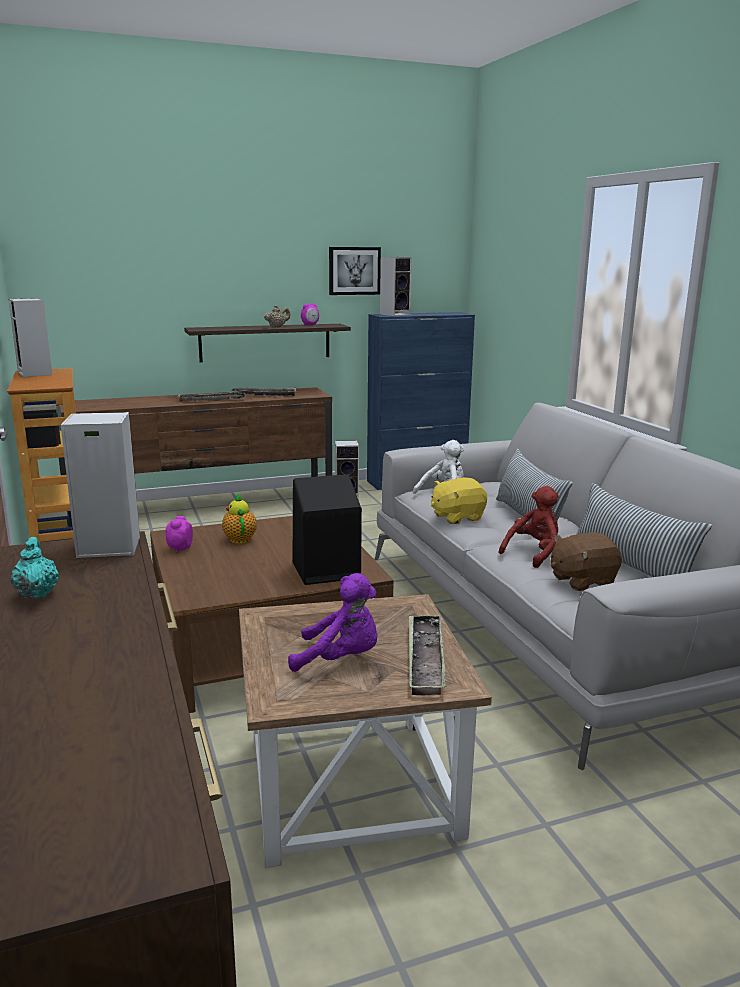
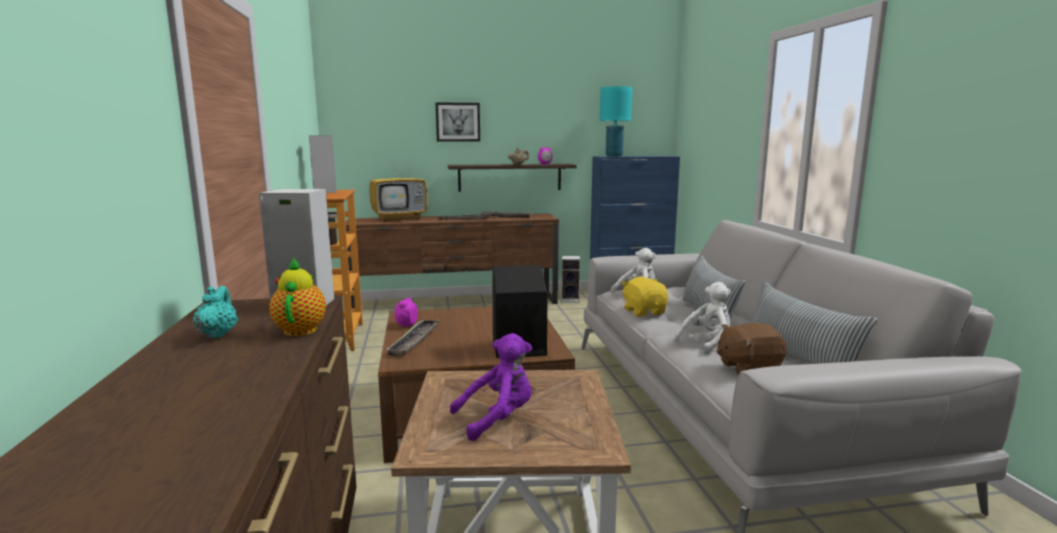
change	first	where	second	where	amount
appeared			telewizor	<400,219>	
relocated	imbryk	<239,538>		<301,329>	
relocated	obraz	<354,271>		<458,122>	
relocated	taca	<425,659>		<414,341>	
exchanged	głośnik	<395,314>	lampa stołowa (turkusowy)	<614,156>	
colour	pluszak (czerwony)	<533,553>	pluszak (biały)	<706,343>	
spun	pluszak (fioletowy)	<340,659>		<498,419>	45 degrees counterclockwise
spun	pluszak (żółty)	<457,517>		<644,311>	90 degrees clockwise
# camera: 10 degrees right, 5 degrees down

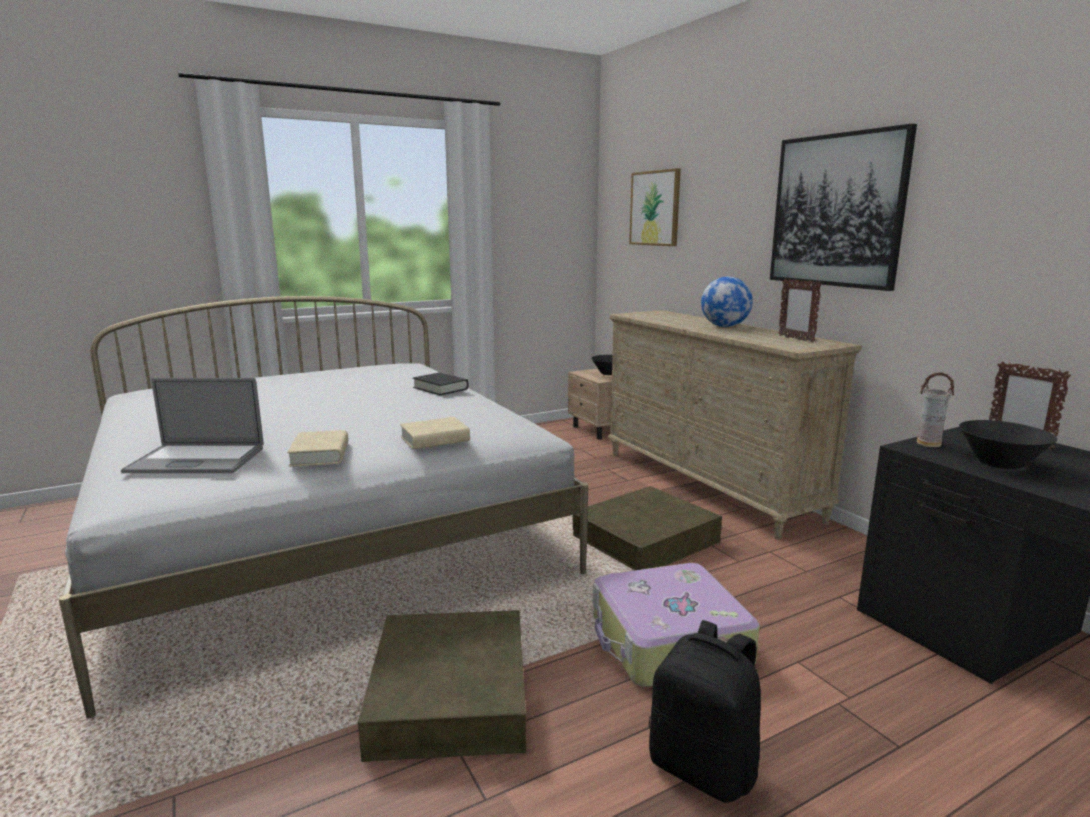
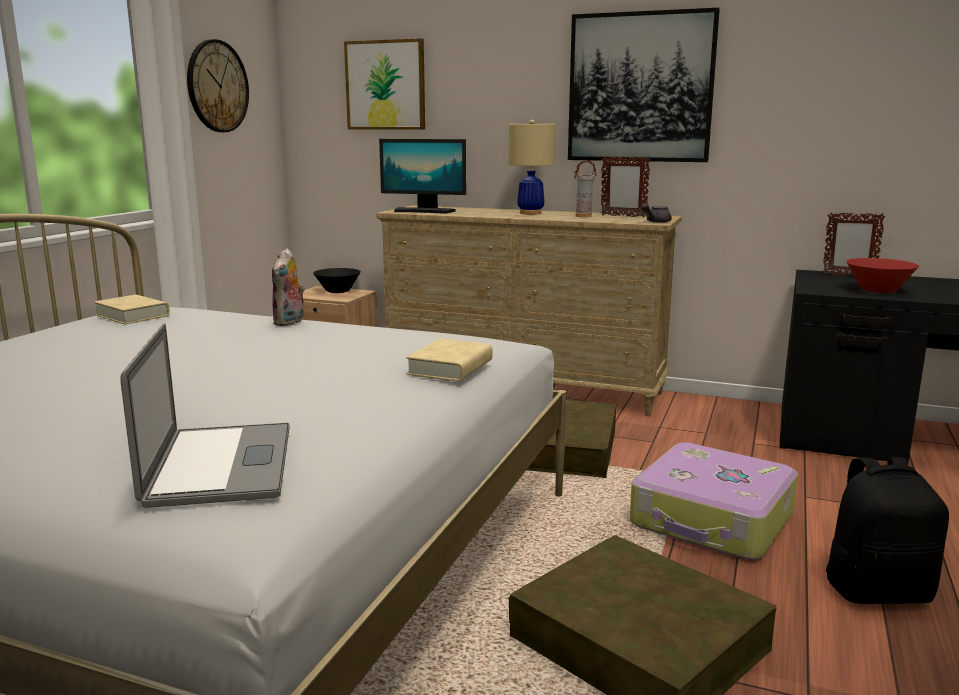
change	first	where	second	where	amount
appeared			zegar ścienny	<217,86>	
appeared			monitor	<424,211>	
appeared			imbryk (szary)	<655,222>	
relocated	książka (beżowy)	<320,454>		<132,315>	
relocated	wazon	<928,444>		<583,217>	
exchanged	książka (czarny)	<440,388>	pluszak	<290,322>	
exchanged	globus	<724,326>	lampa stołowa (beżowy)	<530,213>	
colour	miska (czarny)	<1000,463>	miska (czerwony)	<878,290>	
spun	laptop	<196,460>		<221,464>	60 degrees counterclockwise
# camera: 40 degrees left, 0 degrees up

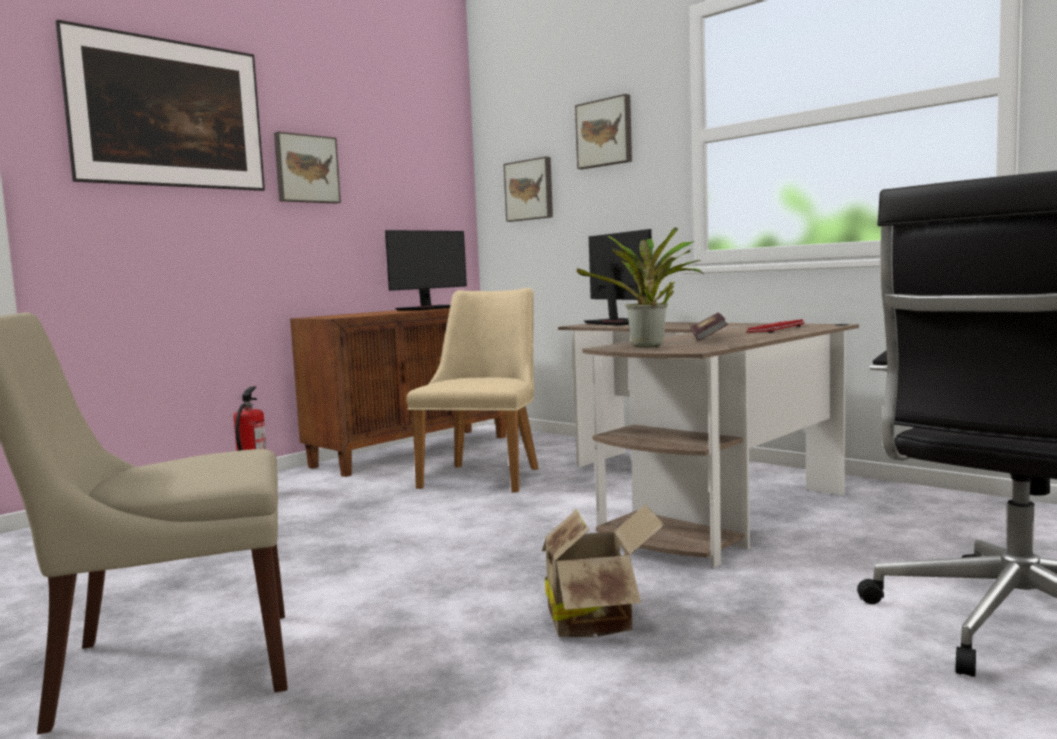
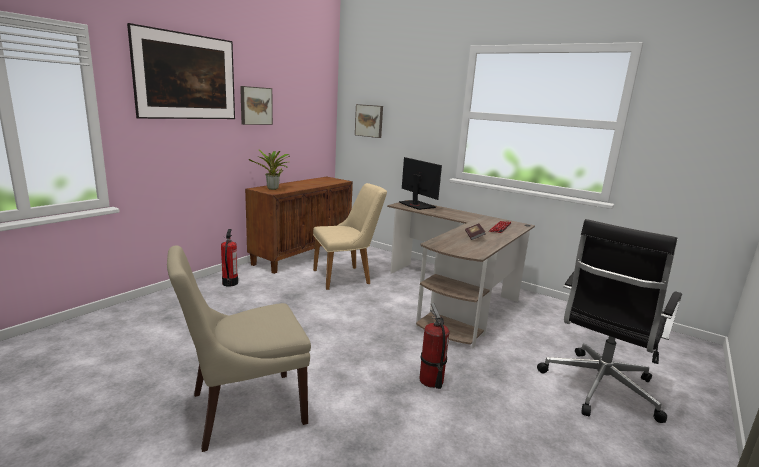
change	first	where	second	where	amount
missing	monitor	<428,308>			
missing	obraz	<605,133>			
relocated	roślina doniczkowa	<649,346>		<273,189>	
exchanged	karton	<596,619>	gaśnica	<431,380>	
spun	krzesło (beżowy)	<486,475>		<347,276>	60 degrees clockwise
# camera: 10 degrees left, 10 degrees up

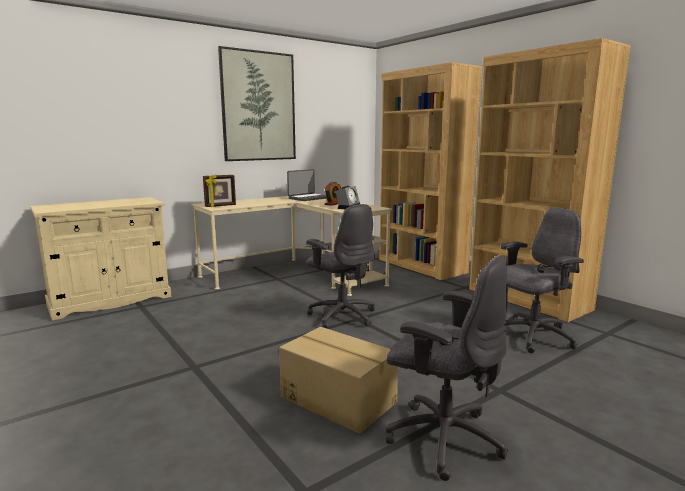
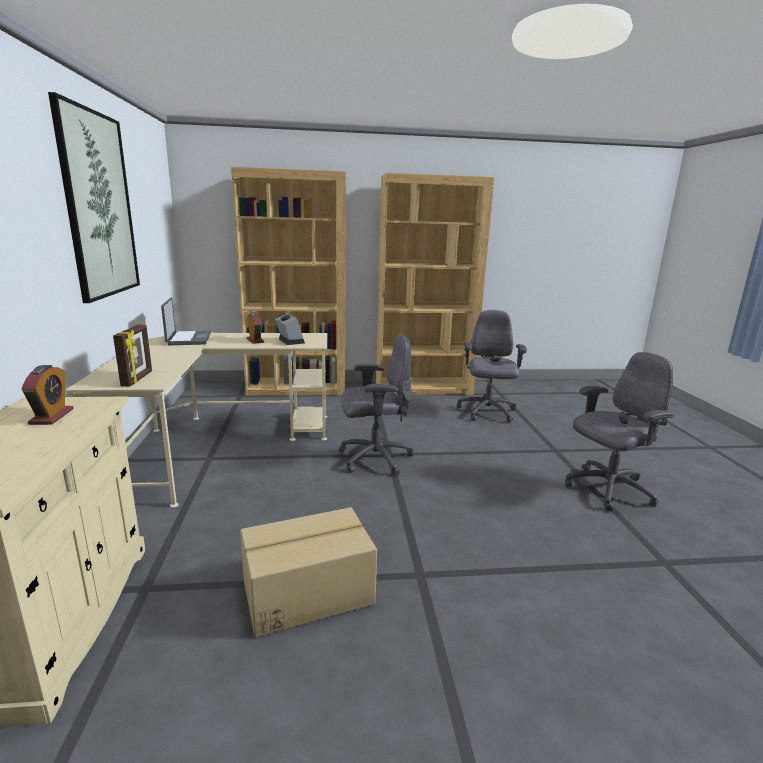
change	first	where	second	where	amount
appeared			budzik	<51,416>	
relocated	karton	<338,399>		<307,592>	
# camera: 60 degrees left, 5 degrees up

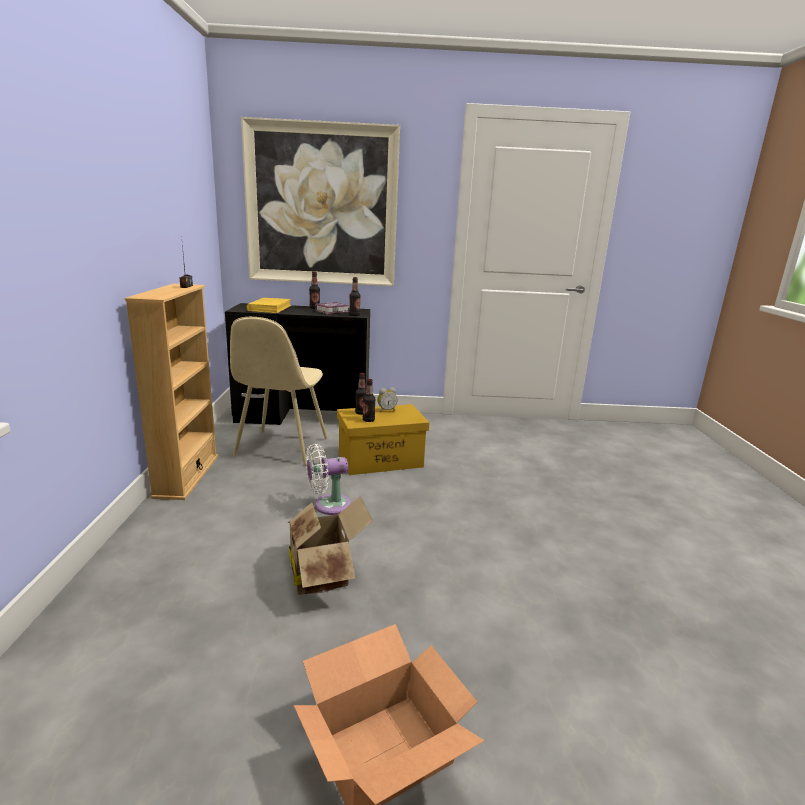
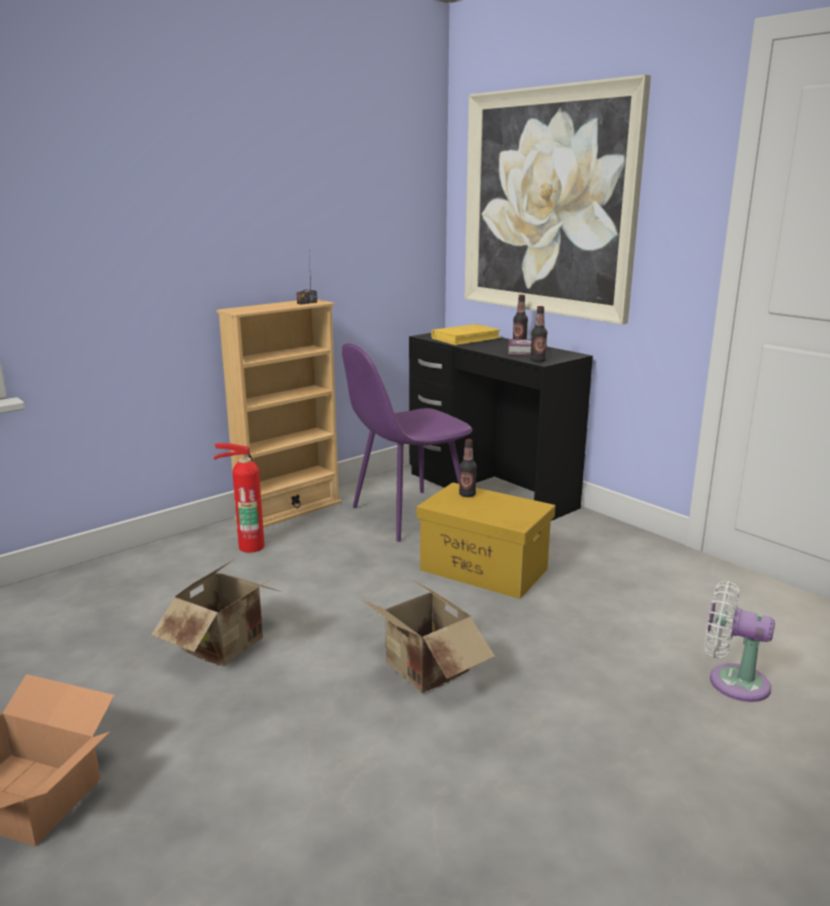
change	first	where	second	where	amount
missing	butelka	<368,420>			
missing	budzik	<386,410>			
appeared			gaśnica	<249,546>	
appeared			karton	<423,673>	
relocated	wentylator (biały)	<328,505>		<732,681>	
colour	krzesło (beżowy)	<281,448>	krzesło (fioletowy)	<407,515>	
# camera: 50 degrees right, 0 degrees up

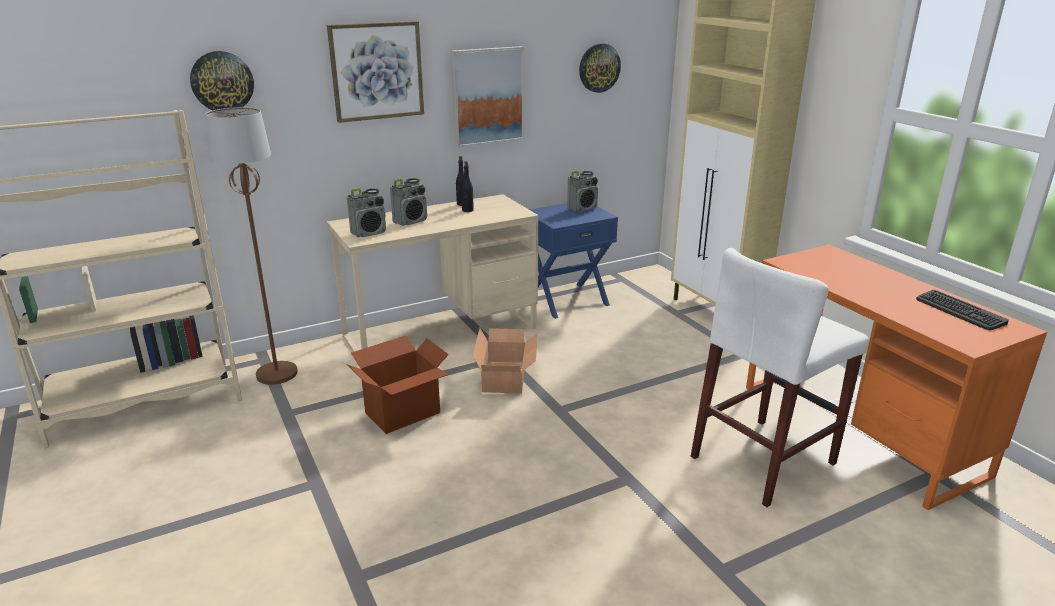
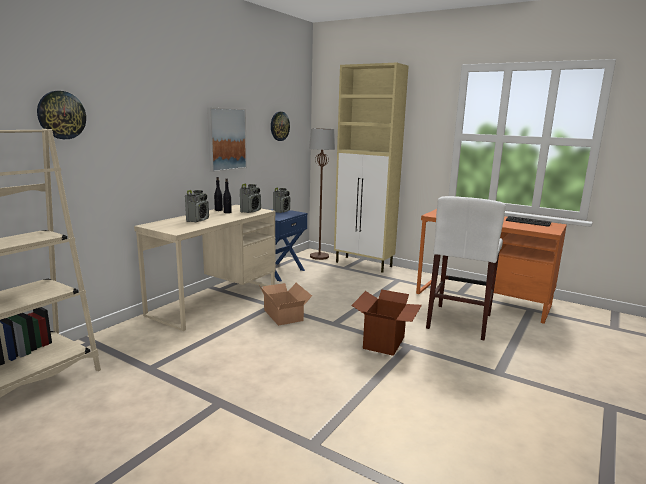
change	first	where	second	where	amount
missing	obraz	<377,71>			
relocated	lampa stojąca (brązowy)	<277,374>		<319,256>	
relocated	radio	<369,233>		<251,211>	
relocated	karton	<403,413>		<384,342>	
# camera: 30 degrees left, 10 degrees down

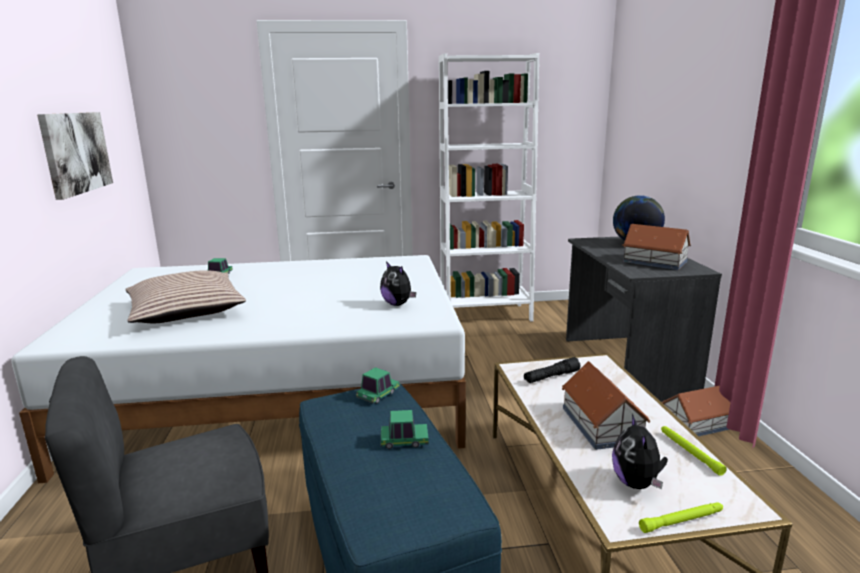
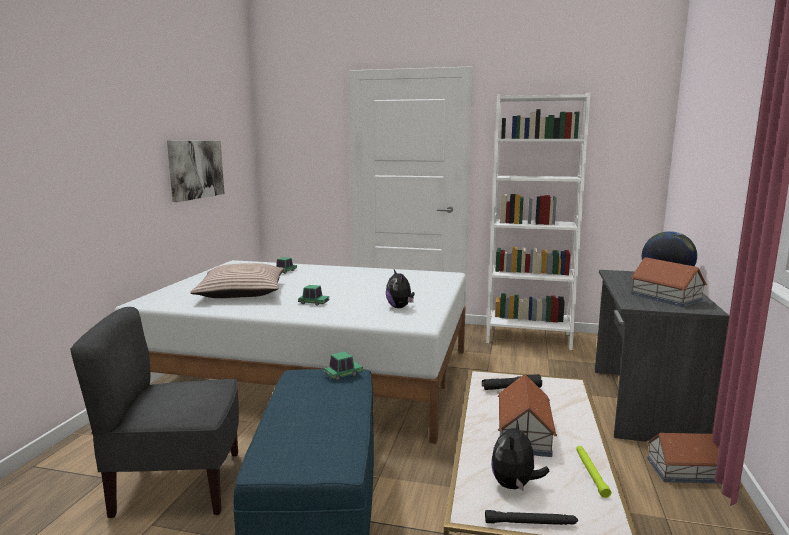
change	first	where	second	where	amount
relocated	samochodzik	<404,441>		<313,303>	
colour	latarka (zielony)	<682,521>	latarka (czarny)	<531,523>	
# camera: 20 degrees right, 5 degrees down

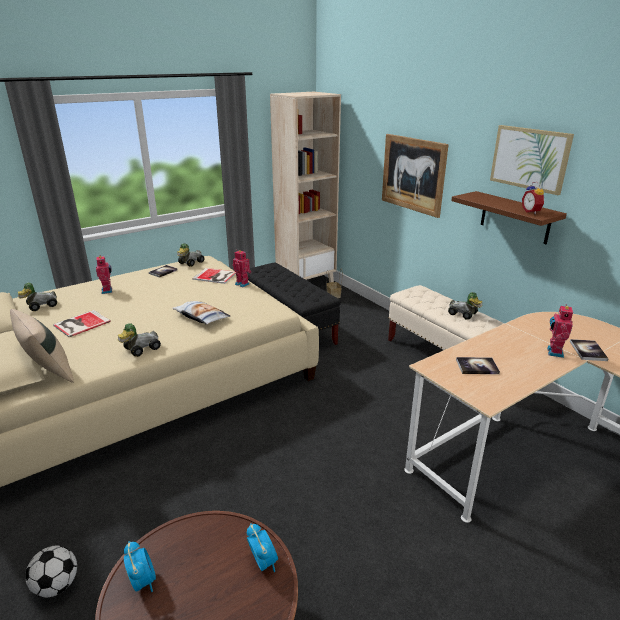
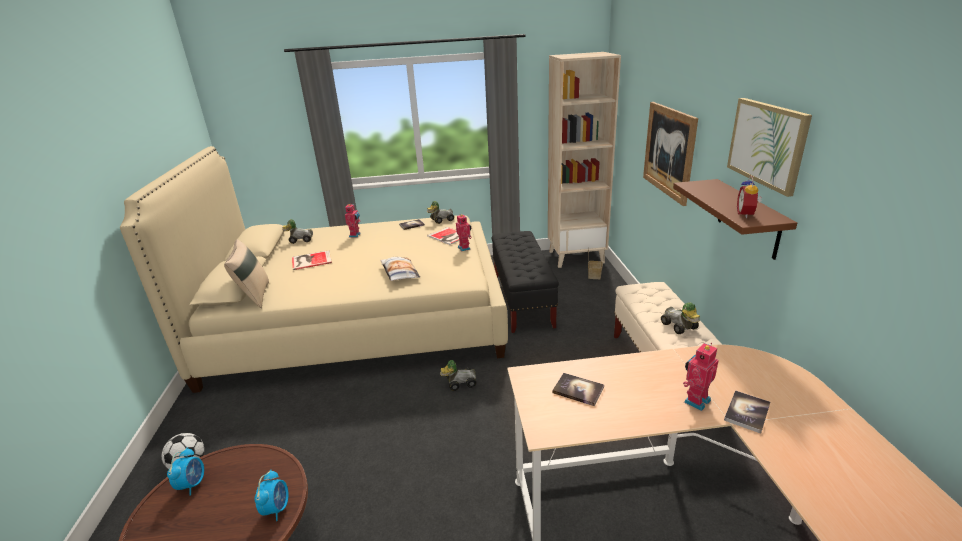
change	first	where	second	where	amount
relocated	samochodzik	<140,349>		<459,383>	
# camera: 30 degrees right, 0 degrees up

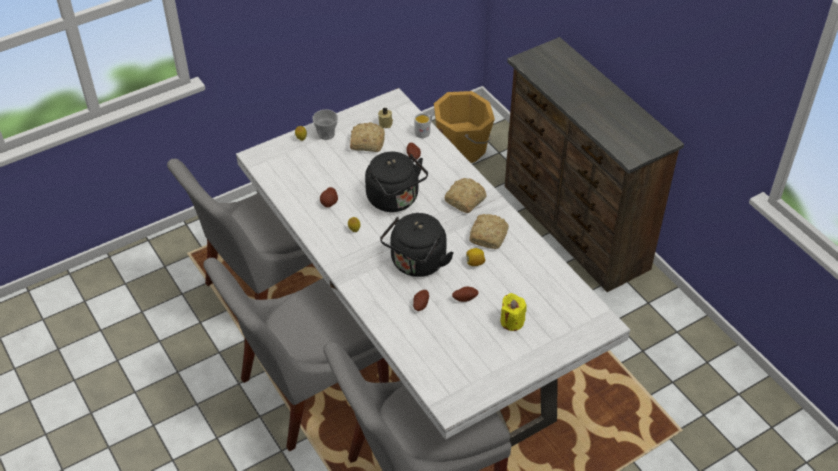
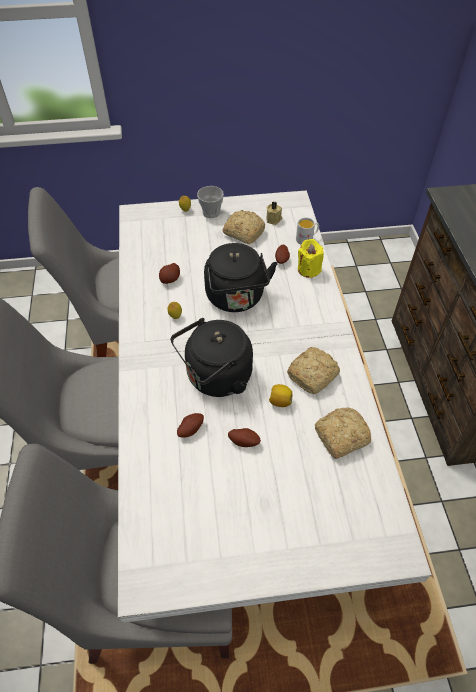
change	first	where	second	where	amount
missing	wiadro (pomarańczowy)	<463,148>			
relocated	chleb	<464,201>		<339,437>	
relocated	świeca (żółty)	<512,321>		<308,269>	
# camera: 25 degrees right, 5 degrees up

